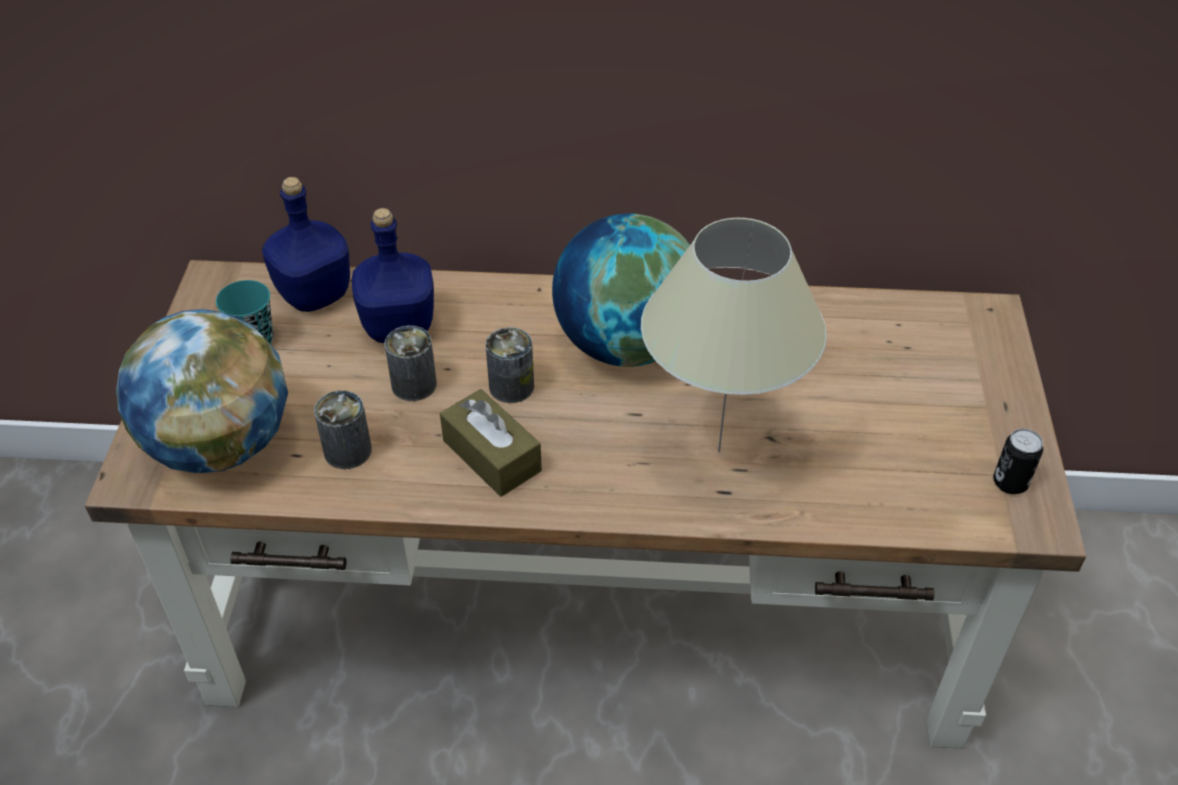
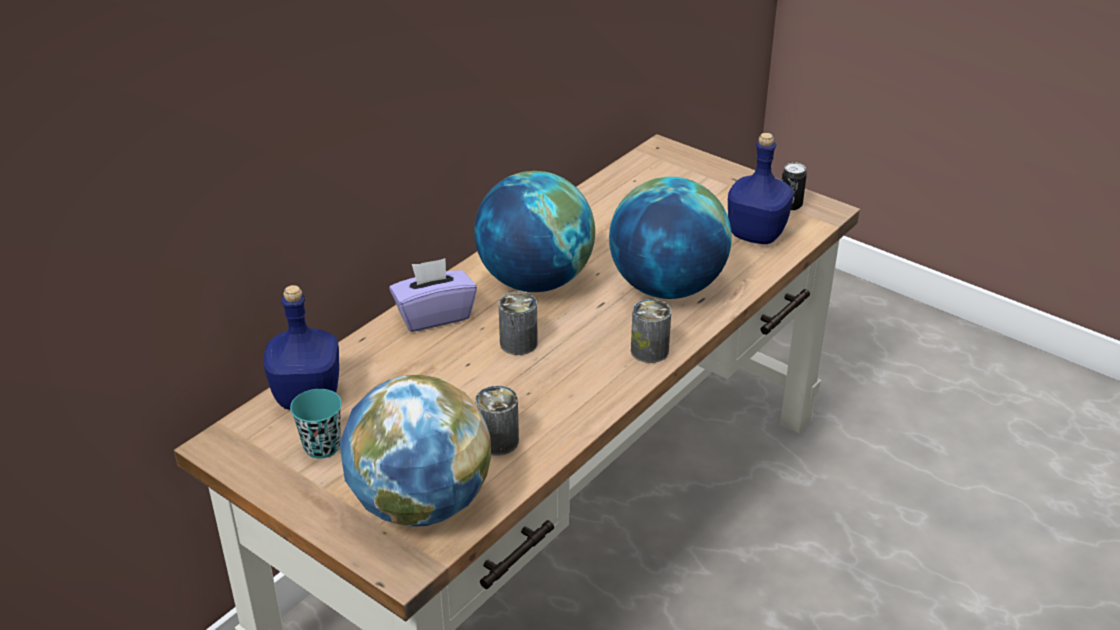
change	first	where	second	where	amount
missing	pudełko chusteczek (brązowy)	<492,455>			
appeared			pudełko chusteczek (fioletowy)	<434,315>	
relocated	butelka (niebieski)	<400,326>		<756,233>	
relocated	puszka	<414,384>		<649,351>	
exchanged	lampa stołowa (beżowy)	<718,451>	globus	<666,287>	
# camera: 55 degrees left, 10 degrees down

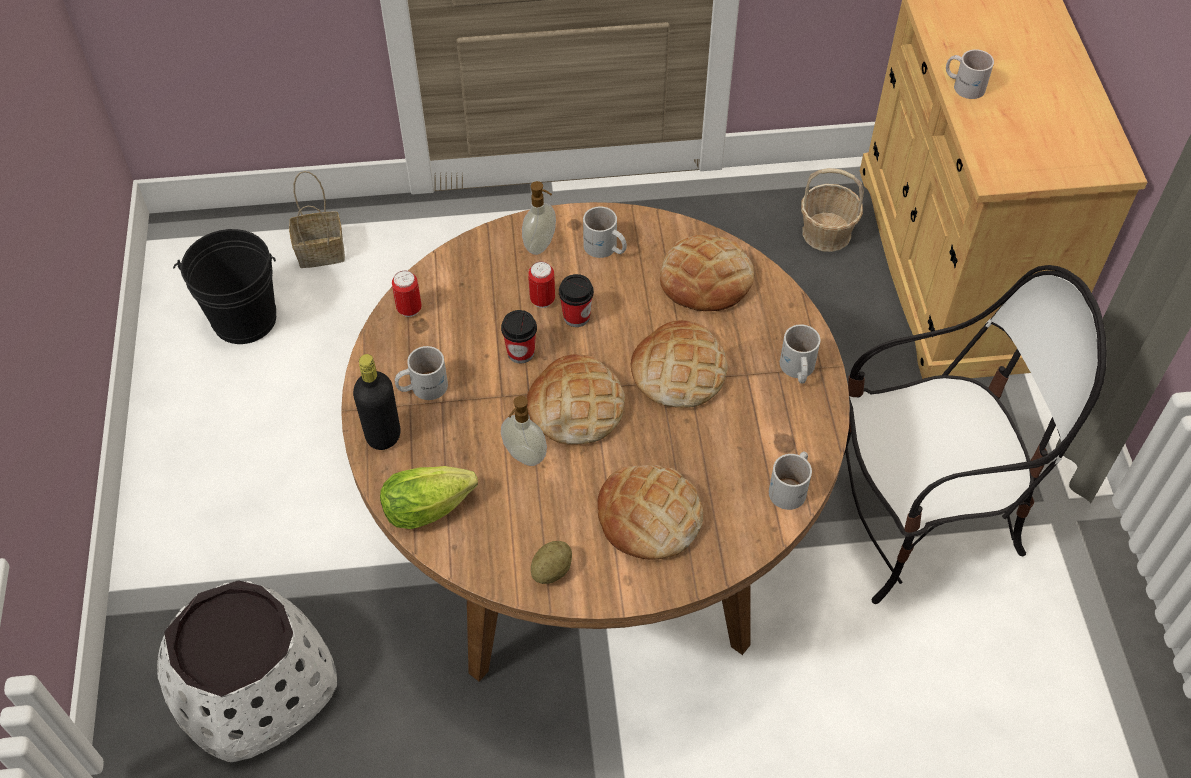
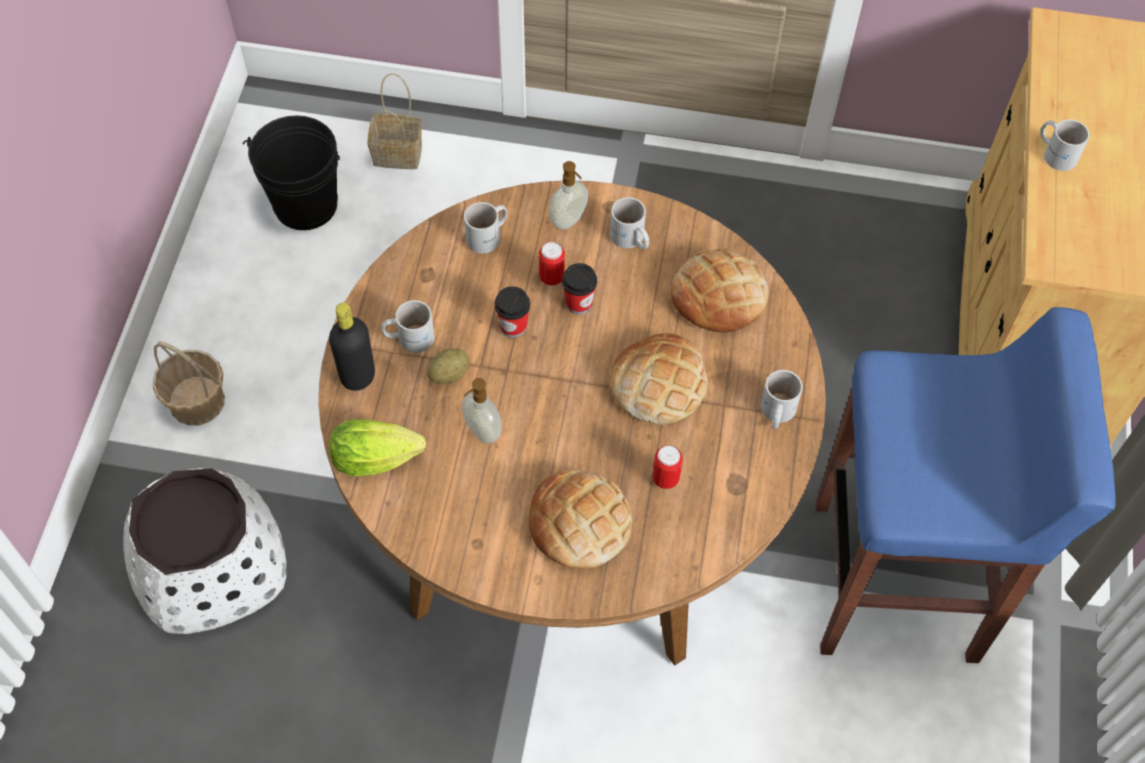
change	first	where	second	where	amount
missing	chleb	<576,406>			
relocated	puszka	<409,309>		<665,479>	
relocated	ziemniak	<551,570>		<449,374>	
relocated	kubek (biały)	<792,488>		<489,236>	
relocated	koszyk	<827,233>		<197,402>	
exchanged	krzesło	<920,521>	stołek (niebieski)	<898,582>	
# camera: 15 degrees right, 5 degrees up

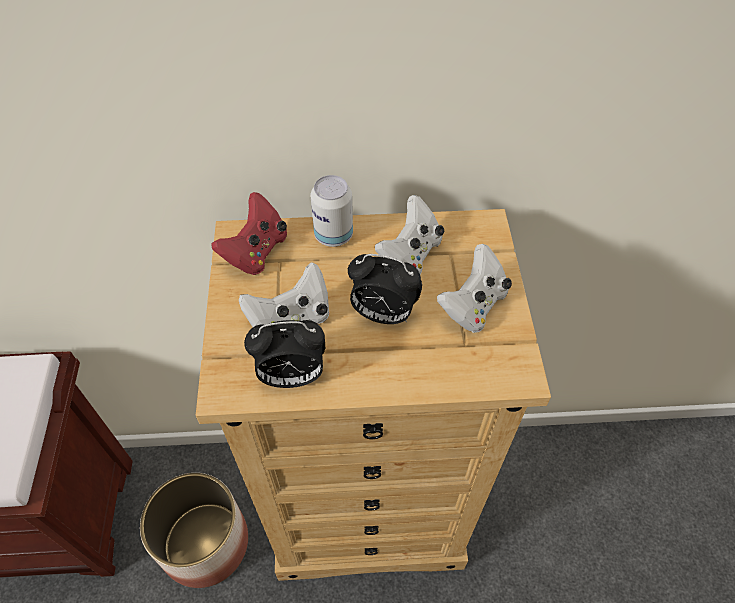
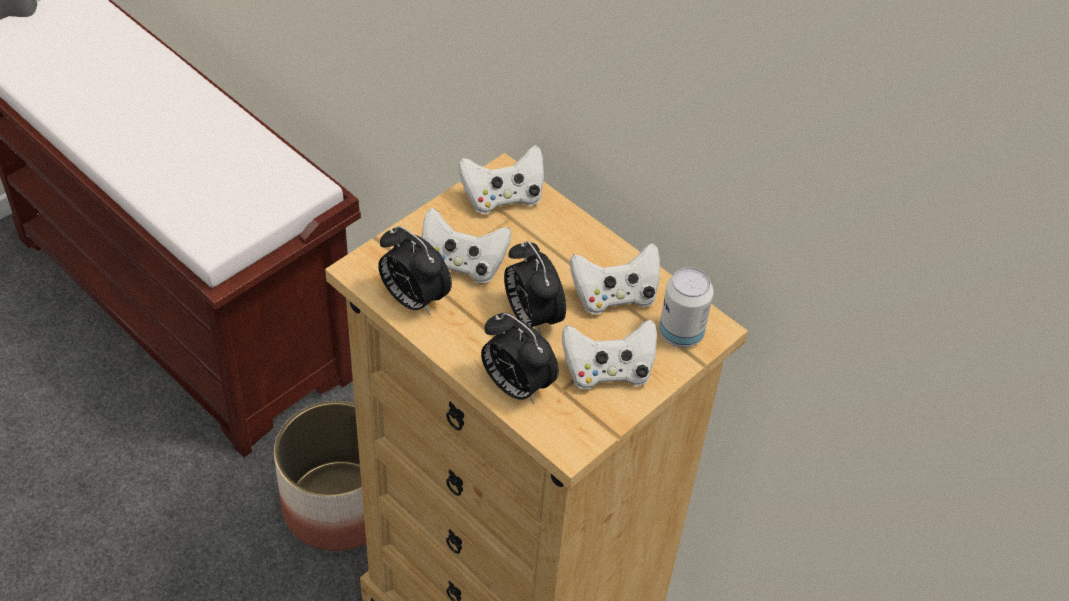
change	first	where	second	where	amount
appeared			budzik	<515,386>	
relocated	puszka	<333,235>		<680,334>	
colour	pad do gier (czerwony)	<256,251>	pad do gier (biały)	<503,198>	
# camera: 45 degrees right, 5 degrees down

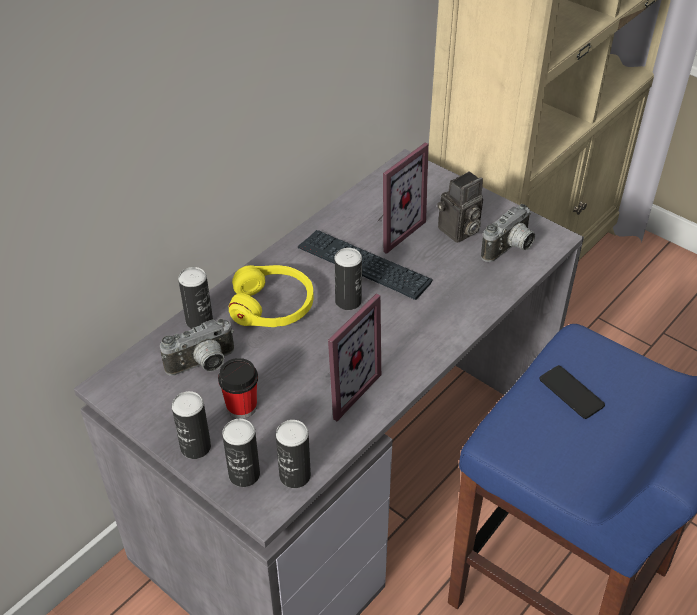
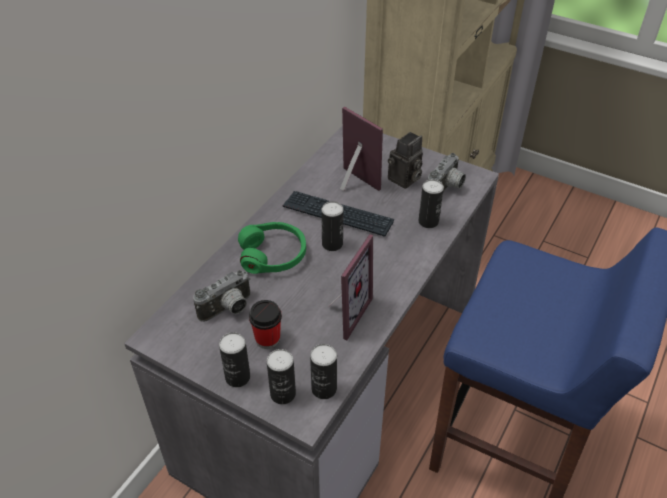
change	first	where	second	where	amount
missing	telefon	<571,392>			
relocated	puszka	<199,321>		<428,221>	
colour	słuchawki (żółty)	<272,306>	słuchawki (zielony)	<273,255>	
spun	ramka na zdjęcie	<392,230>		<352,184>	75 degrees counterclockwise
# camera: 10 degrees left, 0 degrees up

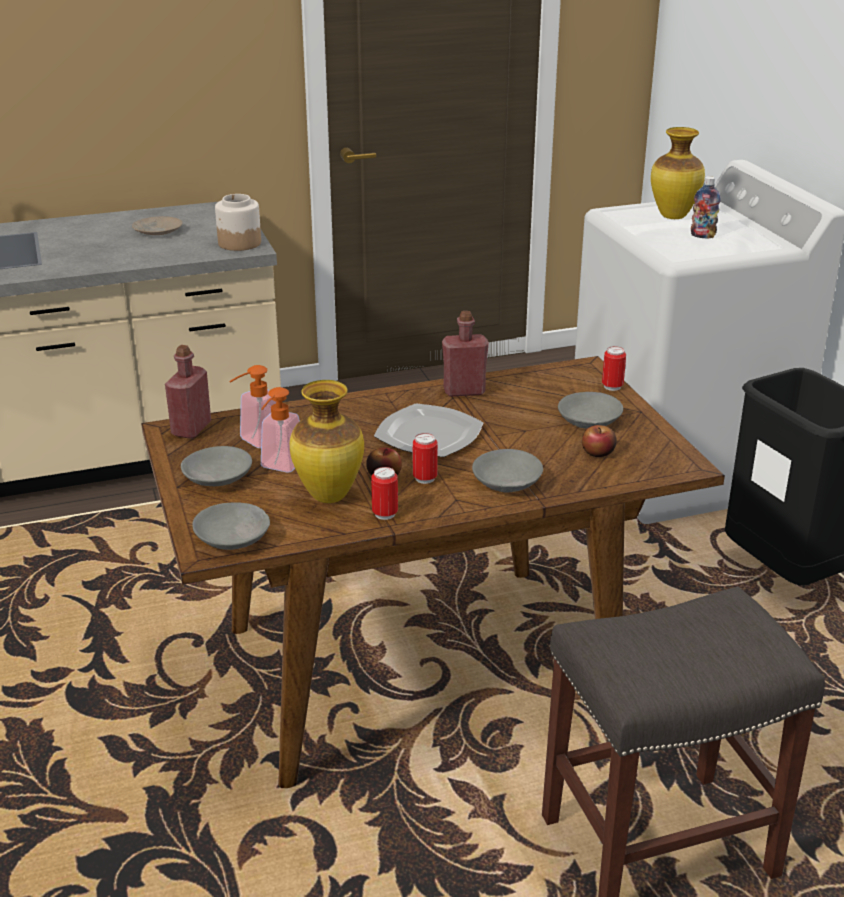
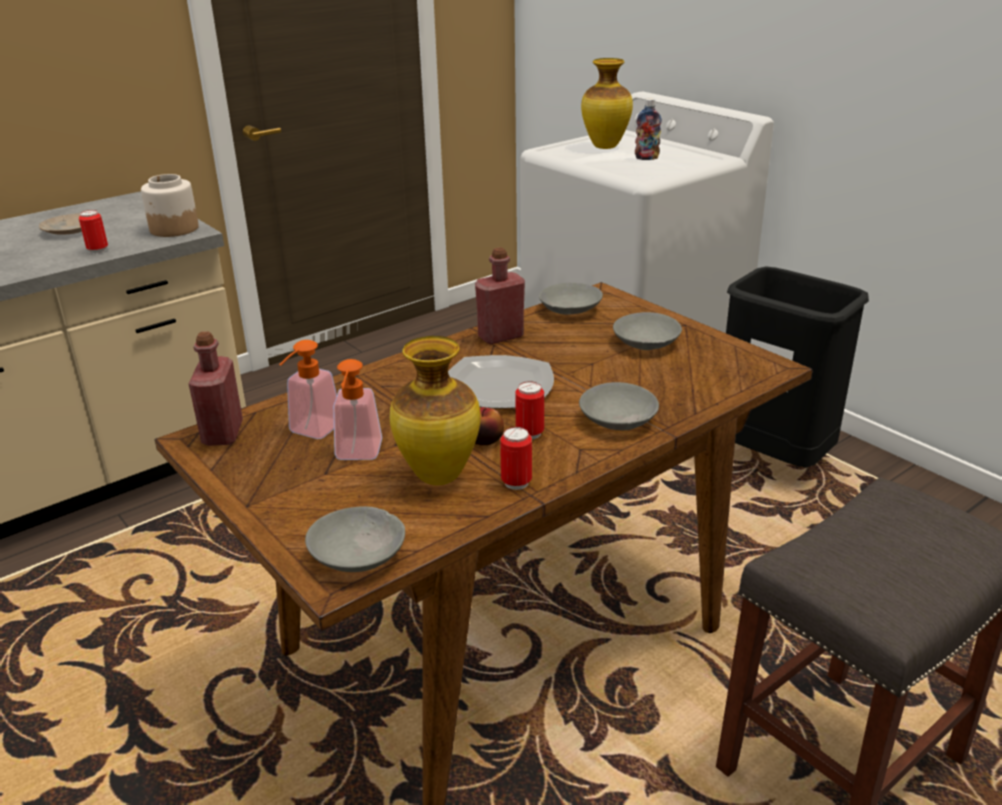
change	first	where	second	where	amount
missing	jabłko	<598,452>			
relocated	miska (szary)	<217,478>		<569,309>	
relocated	puszka	<612,387>		<98,250>	
# camera: 20 degrees left, 0 degrees up

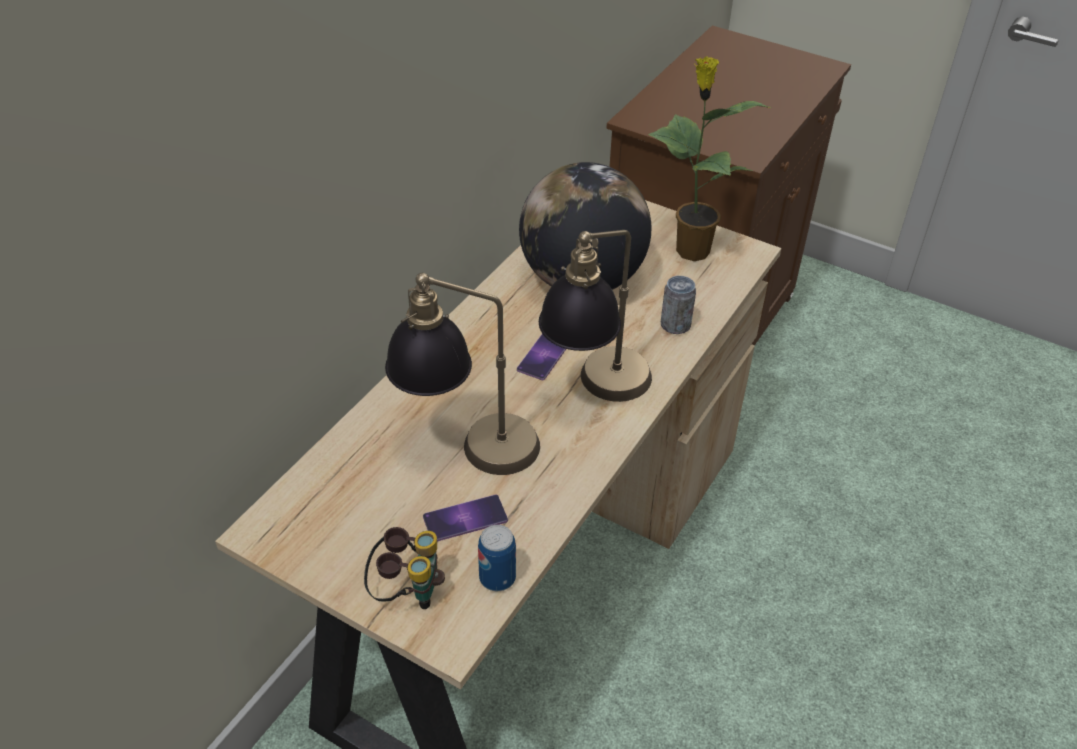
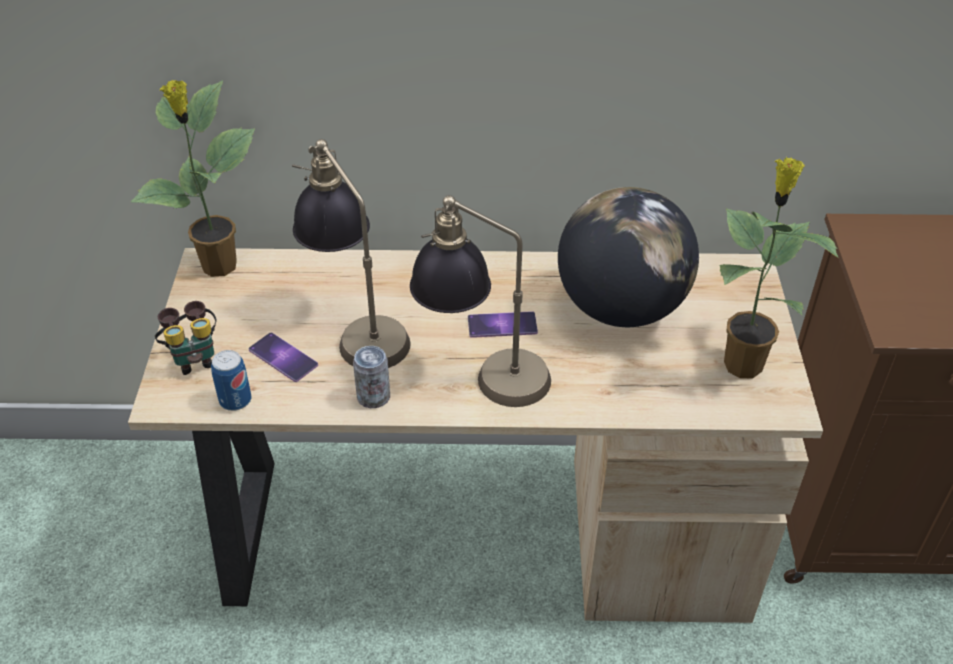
change	first	where	second	where	amount
appeared			roślina doniczkowa	<218,267>	
relocated	puszka	<675,325>		<373,397>	
# camera: 60 degrees right, 0 degrees up

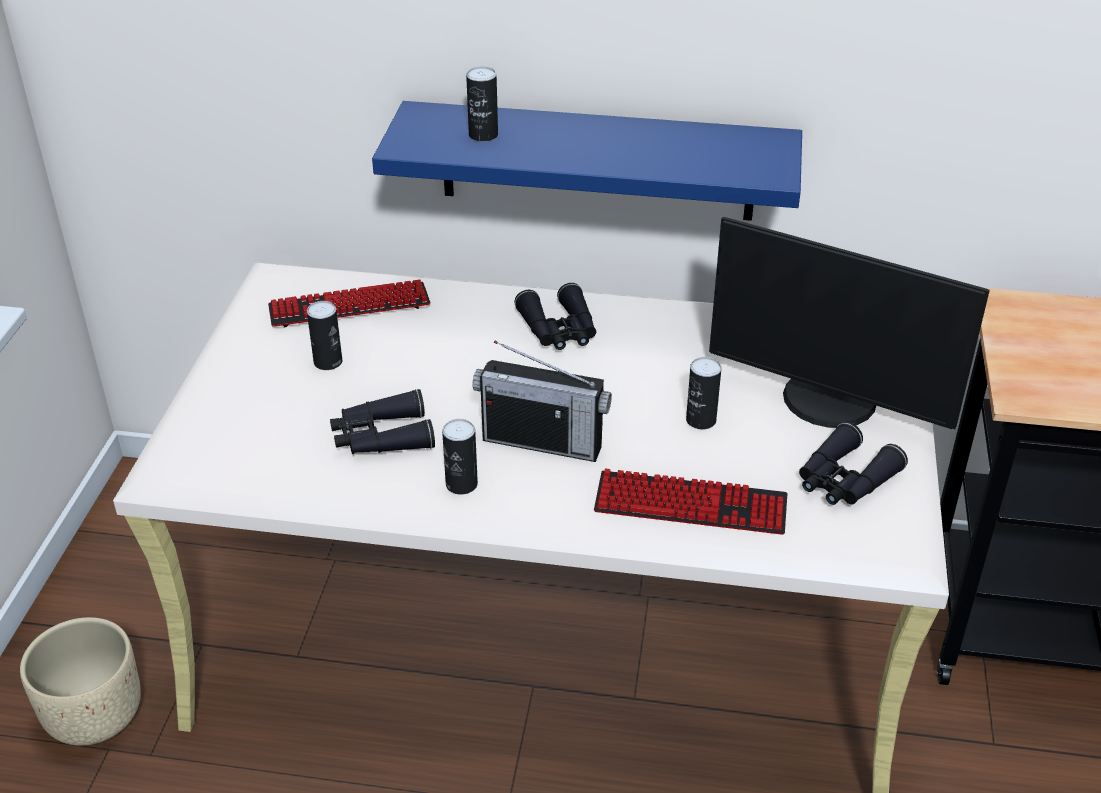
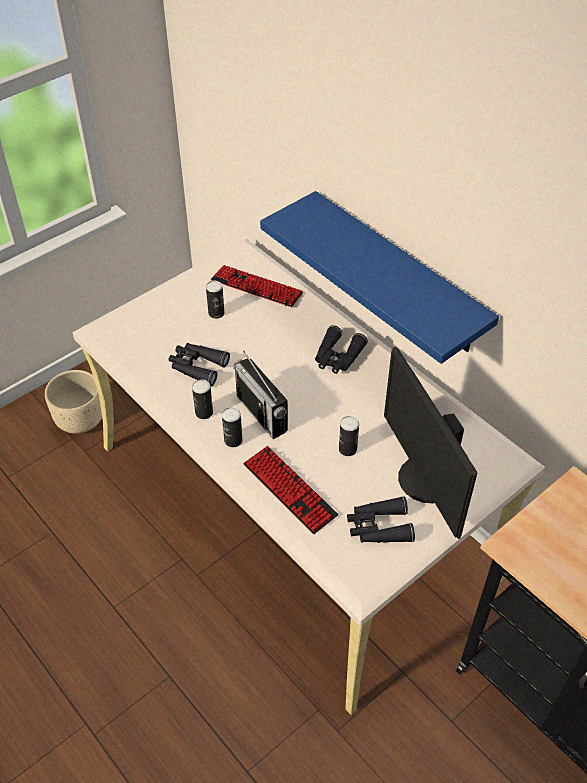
change	first	where	second	where	amount
relocated	puszka	<483,135>		<233,440>	
# camera: 40 degrees right, 10 degrees up

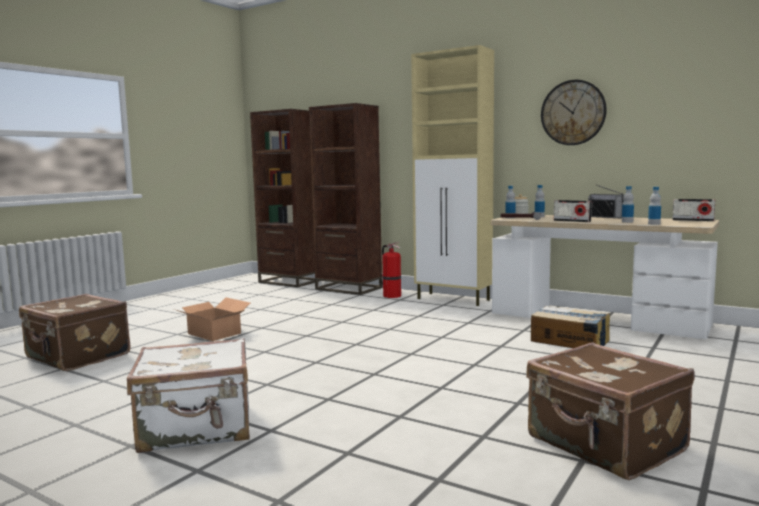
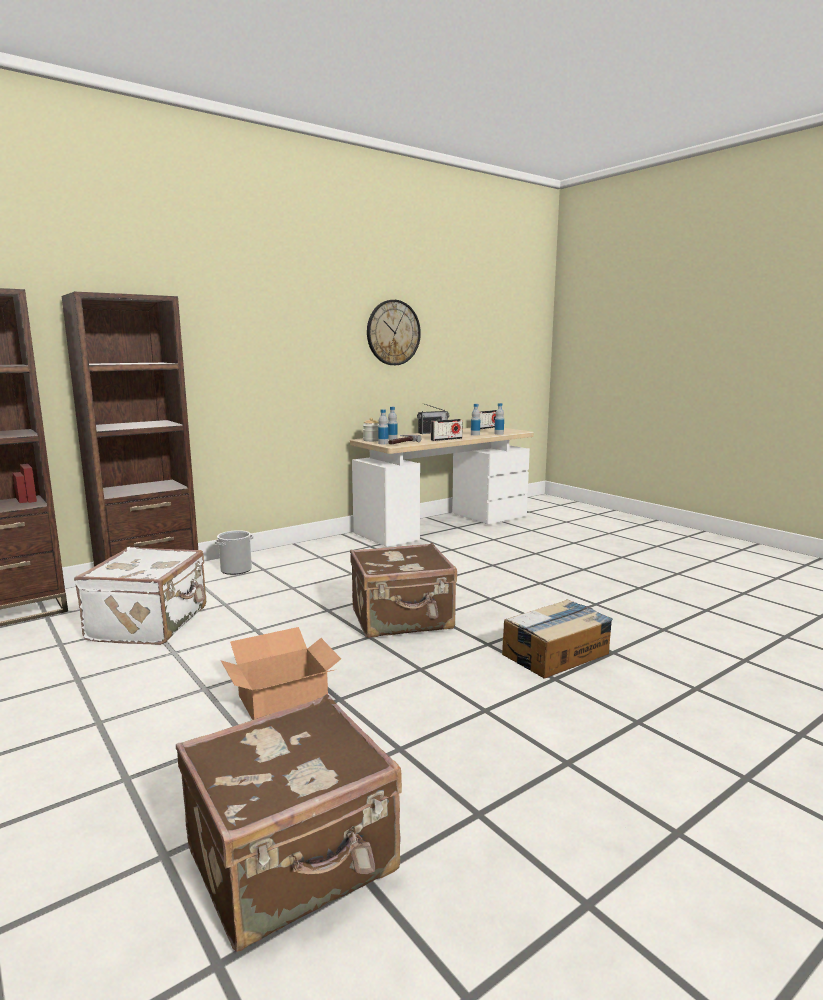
change	first	where	second	where	amount
missing	szafka (beżowy)	<454,299>			
relocated	walizka (biały)	<197,429>		<151,624>	
relocated	walizka (brązowy)	<605,445>		<402,619>	
relocated	karton	<570,341>		<556,654>	
exchanged	gaśnica	<391,295>	wiadro	<236,570>	
# camera: 70 degrees left, 5 degrees up

